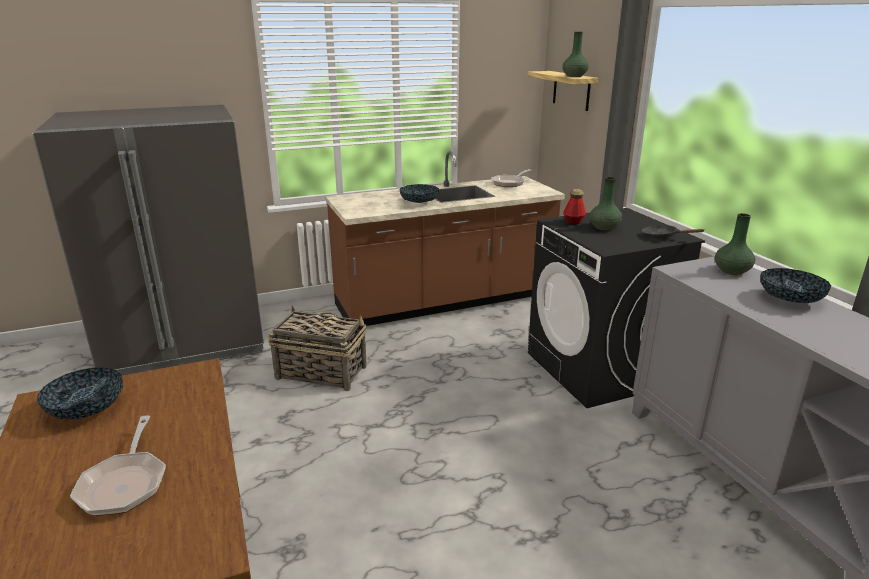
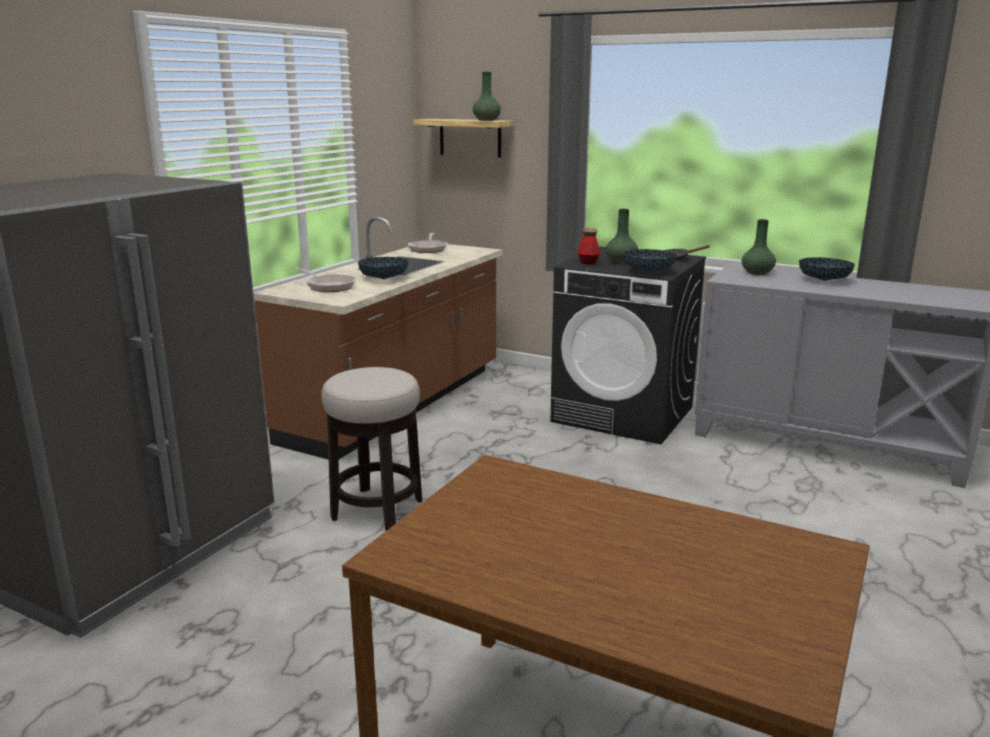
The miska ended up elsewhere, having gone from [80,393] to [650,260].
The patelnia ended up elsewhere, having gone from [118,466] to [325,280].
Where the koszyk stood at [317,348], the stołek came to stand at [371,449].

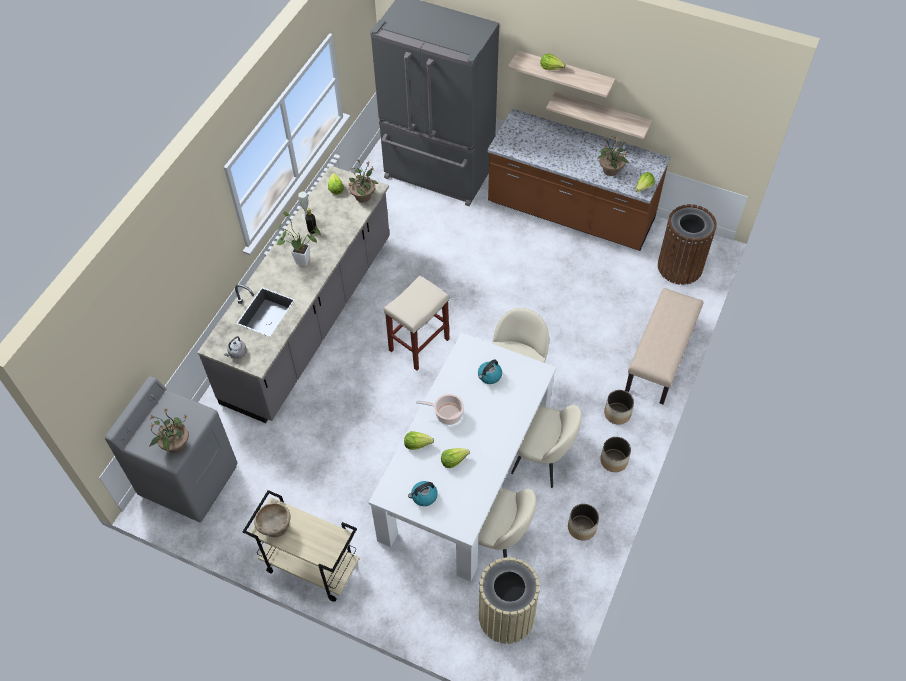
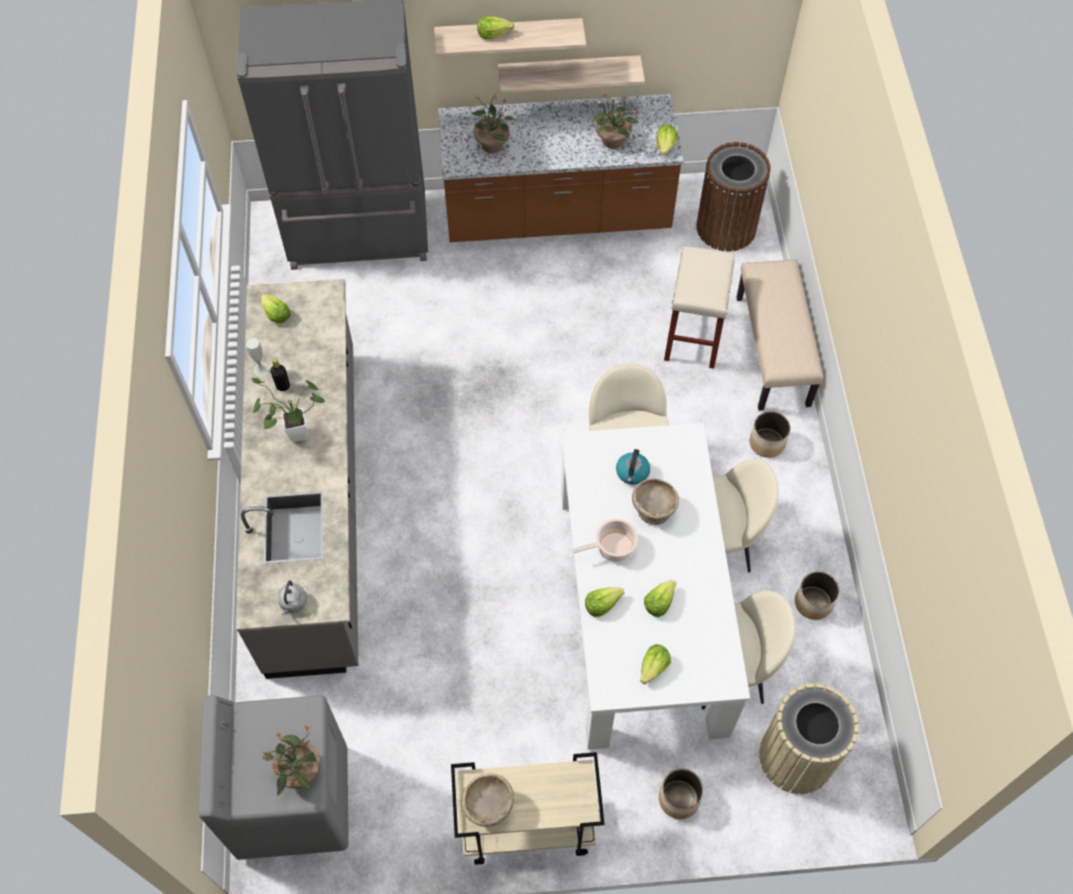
The second view gained the miska [beżowy] at [655,501].
The roślina doniczkowa ended up elsewhere, having gone from [363,180] to [492,123].
The stołek [beżowy] ended up elsewhere, having gone from [416,323] to [699,307].
The donica ended up elsewhere, having gone from [615,454] to [681,794].
Where the czajnik stood at [423,493], the sałata came to stand at [655,664].

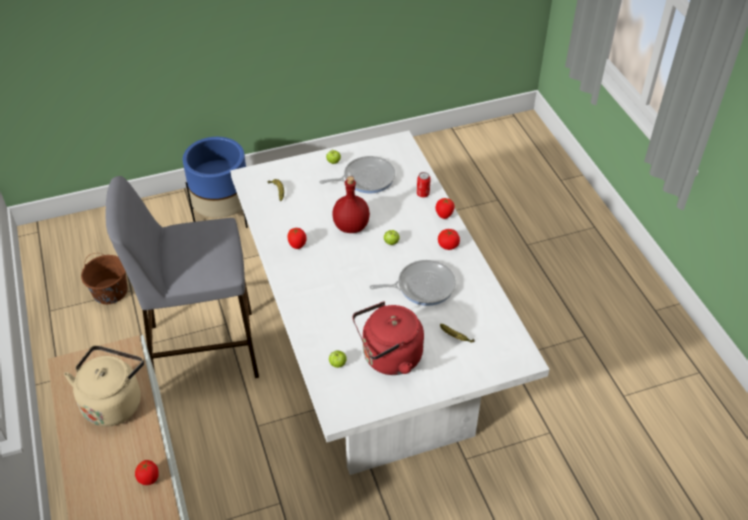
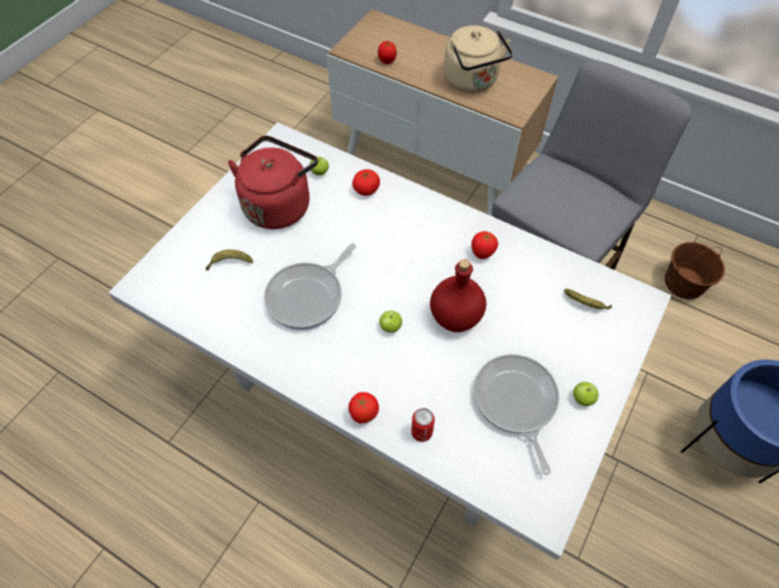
The pomidor ended up elsewhere, having gone from [449,239] to [366,182].
The patelnia at [357,174] ended up facing another way, 135 degrees clockwise from before.

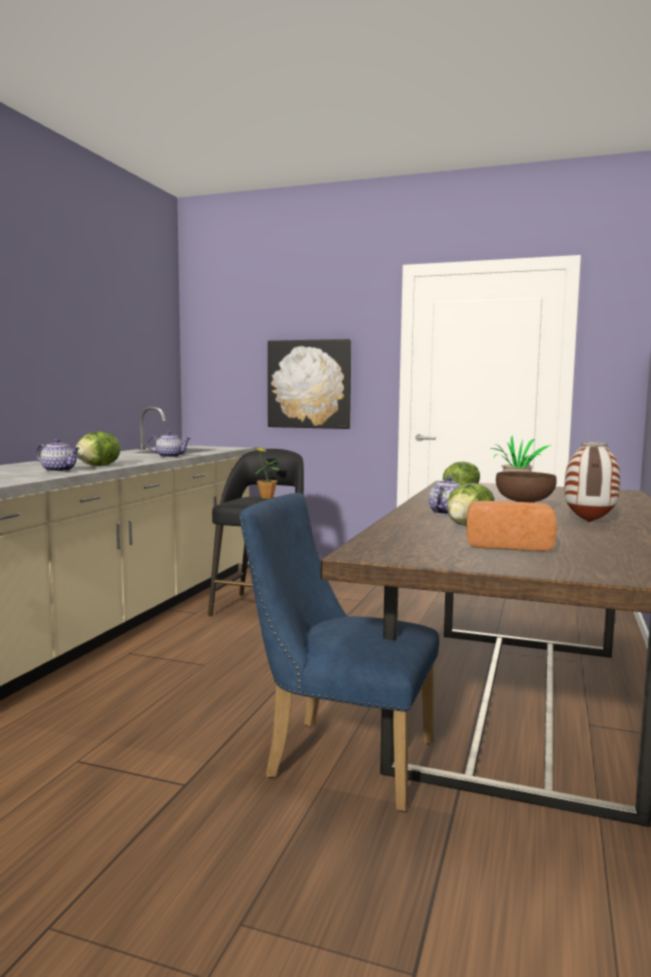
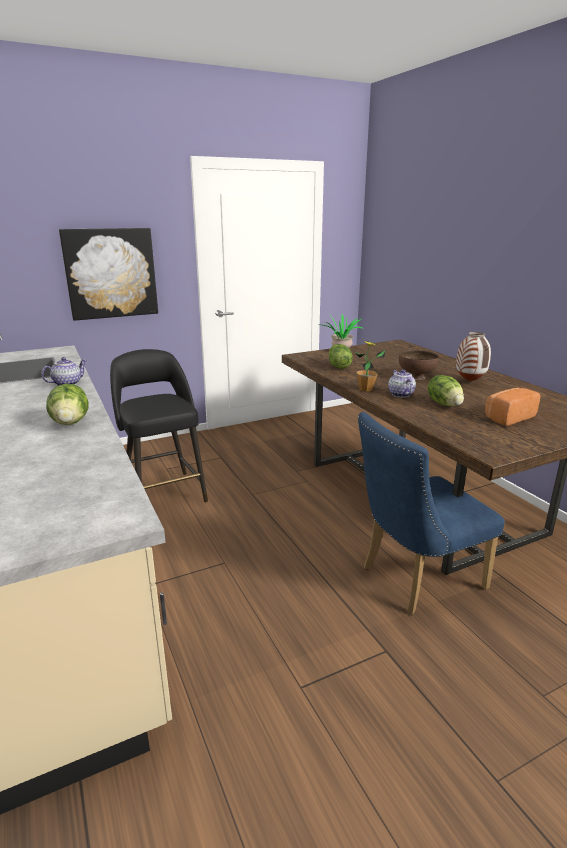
The second view lost the imbryk at [58,455].
The roślina doniczkowa ended up elsewhere, having gone from [267,473] to [370,366].

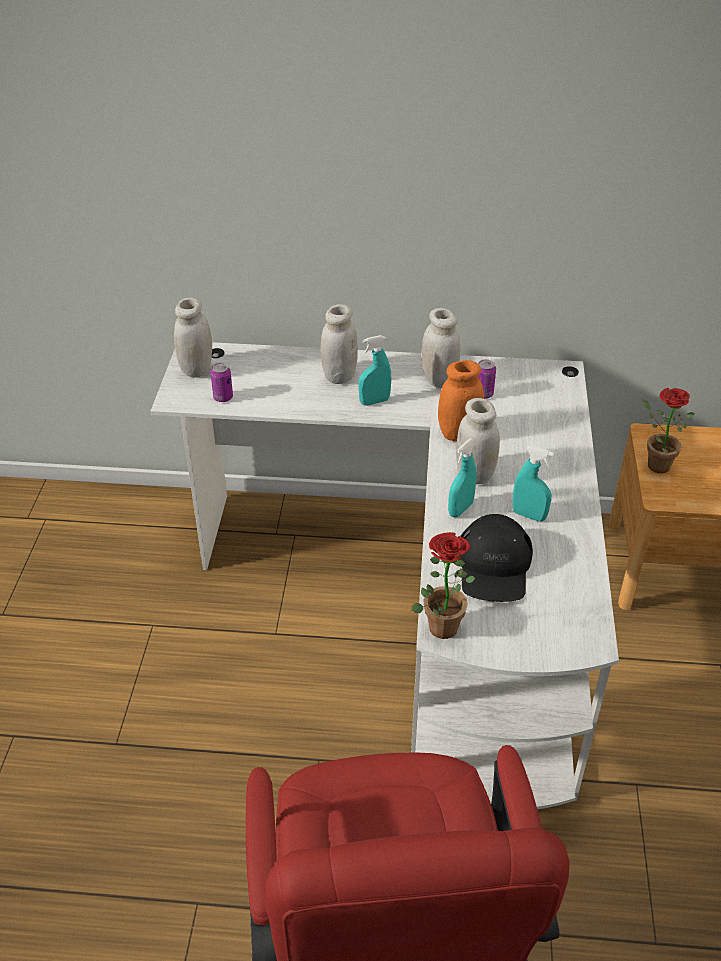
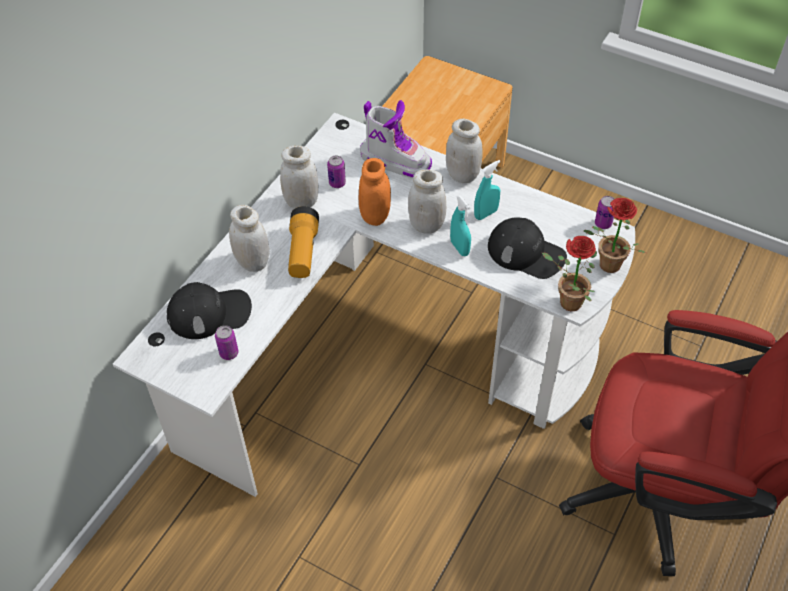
The second view gained the czapka z daszkiem [czarny] at [209,310].
The second view gained the but z cholewką at [396,139].
The second view gained the puszka at [604,212].
The słoik [biały] ended up elsewhere, having gone from [193,337] to [464,151].
The roślina doniczkowa ended up elsewhere, having gone from [668,430] to [615,235].
Where the spryskiwacz [turkusowy] stood at [374,370], the latarka came to stand at [303,242].

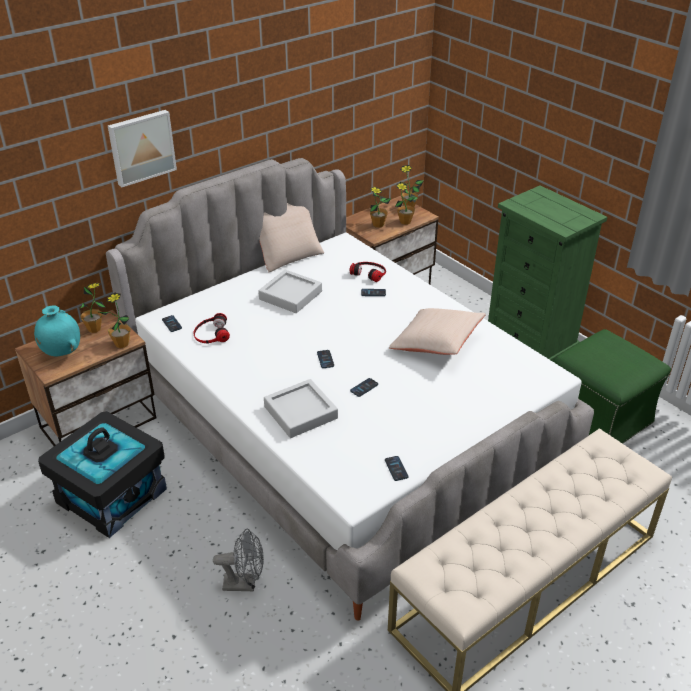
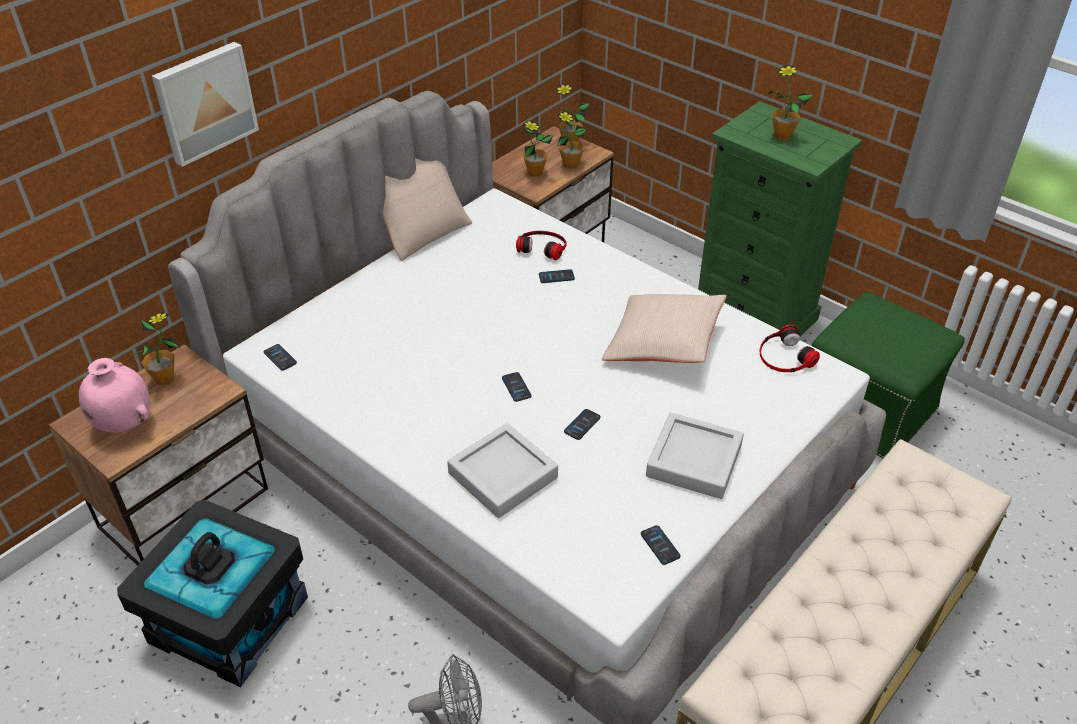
The roślina doniczkowa ended up elsewhere, having gone from [115,320] to [790,102].
The słuchawki ended up elsewhere, having gone from [212,328] to [790,348].
The taca [szary] ended up elsewhere, having gone from [290,291] to [695,455].
What was the wazon [turkusowy] at [57,331] turned into the wazon [różowy] at [114,395].

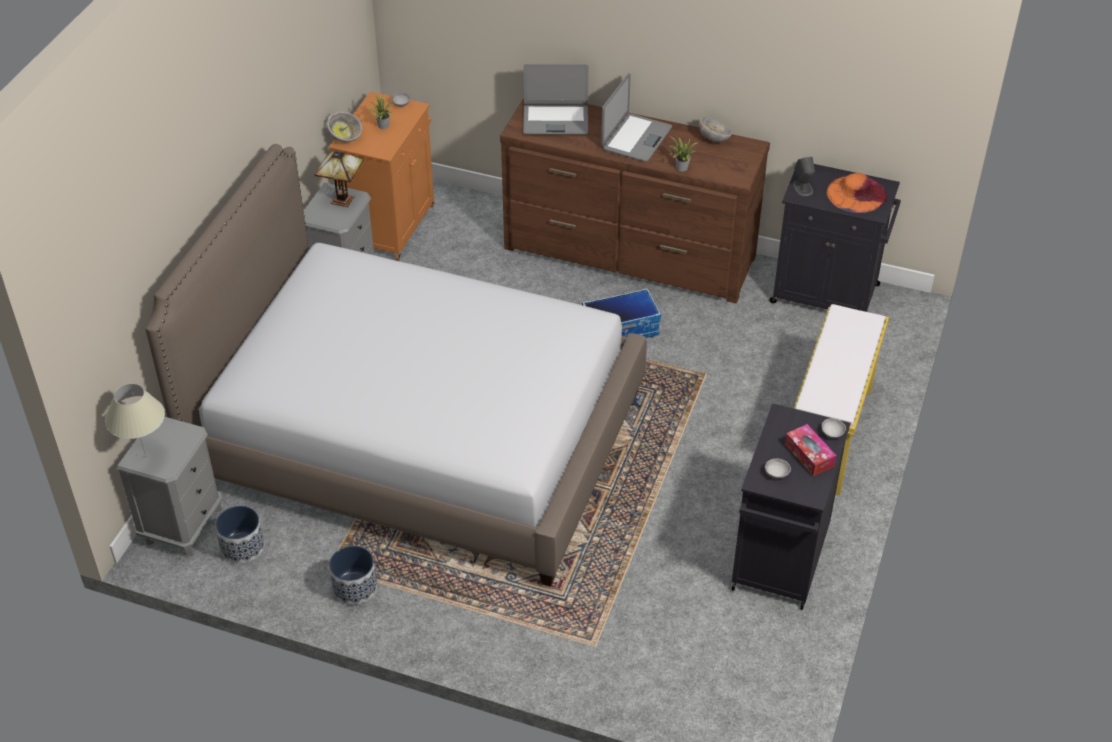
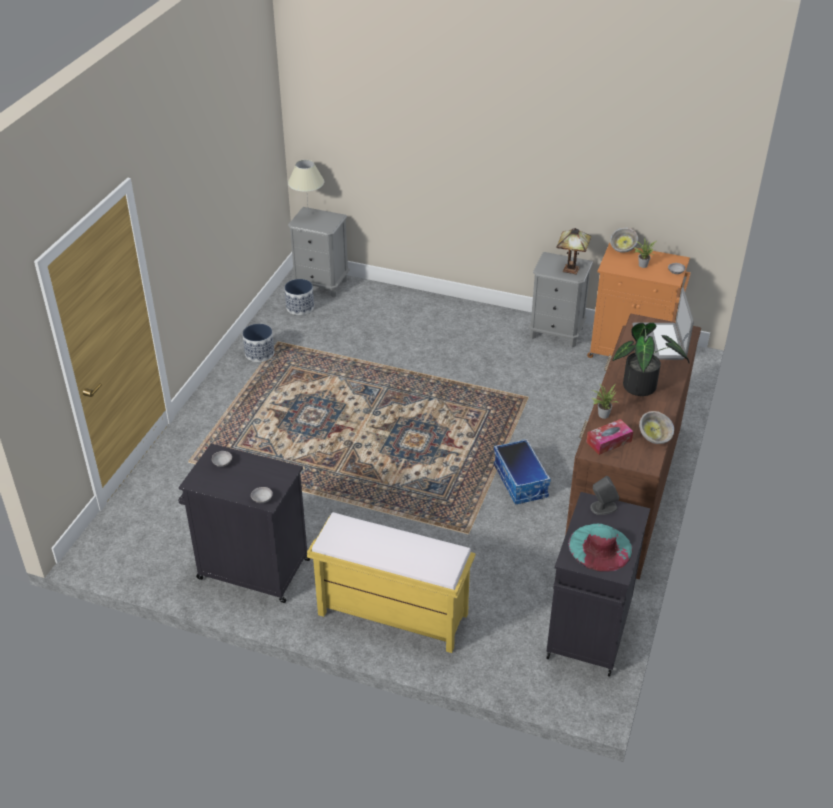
The second view lost the łóżko at [396,365].
The pudełko chusteczek ended up elsewhere, having gone from [810,450] to [609,437].
Where the laptop stood at [636,117], the roślina doniczkowa came to stand at [651,359].
What was the kapelusz [pomarańczowy] at [856,193] turned into the kapelusz [turkusowy] at [600,548].

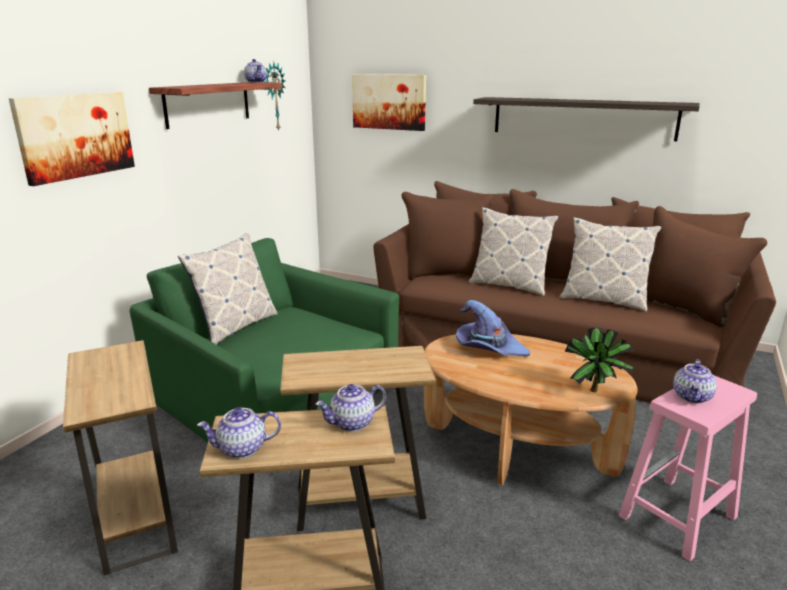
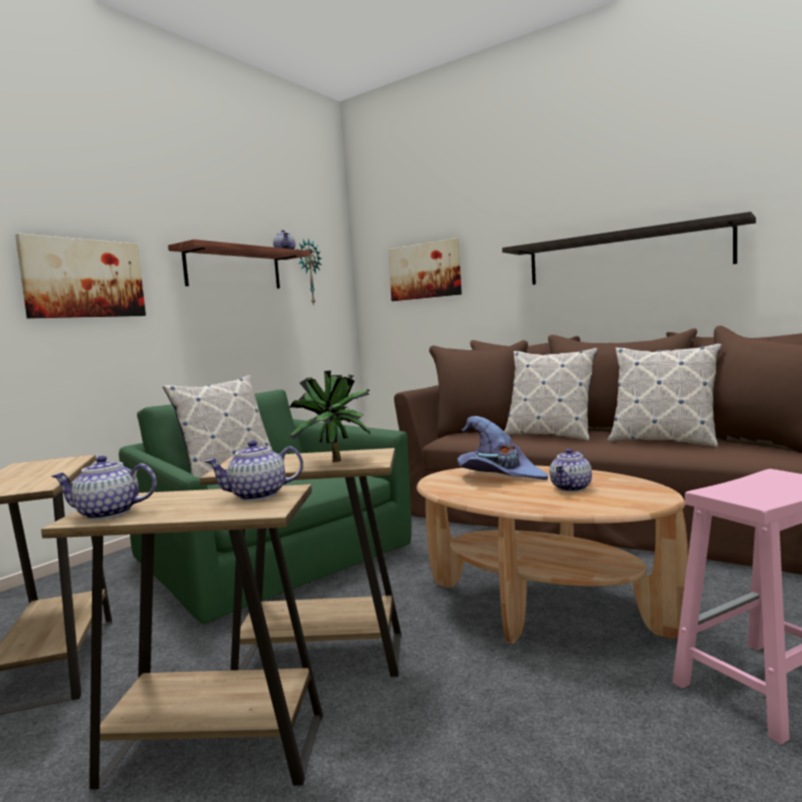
The roślina doniczkowa ended up elsewhere, having gone from [598,360] to [330,416].
The imbryk ended up elsewhere, having gone from [695,381] to [571,470].

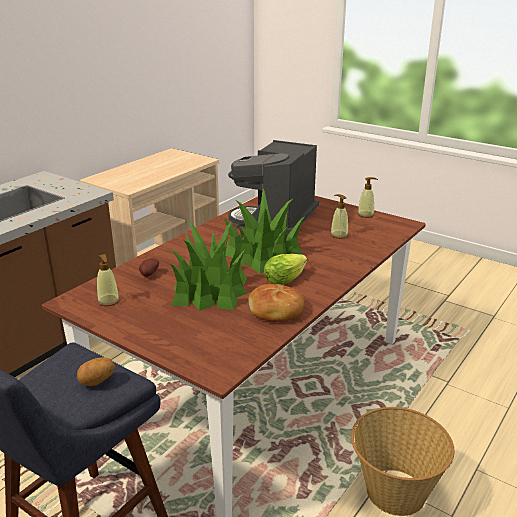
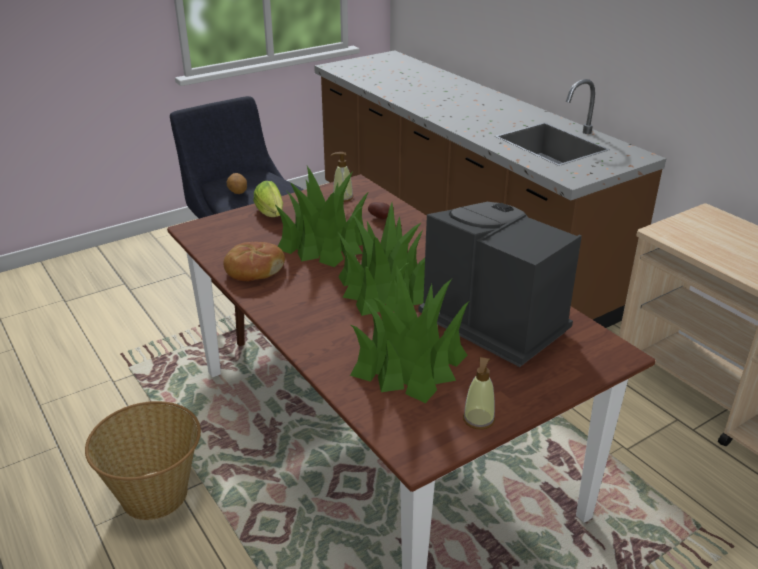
The sałata ended up elsewhere, having gone from [285,269] to [268,199].
Where the dozownik mydła stood at [339,216], the roślina doniczkowa came to stand at [409,334].

